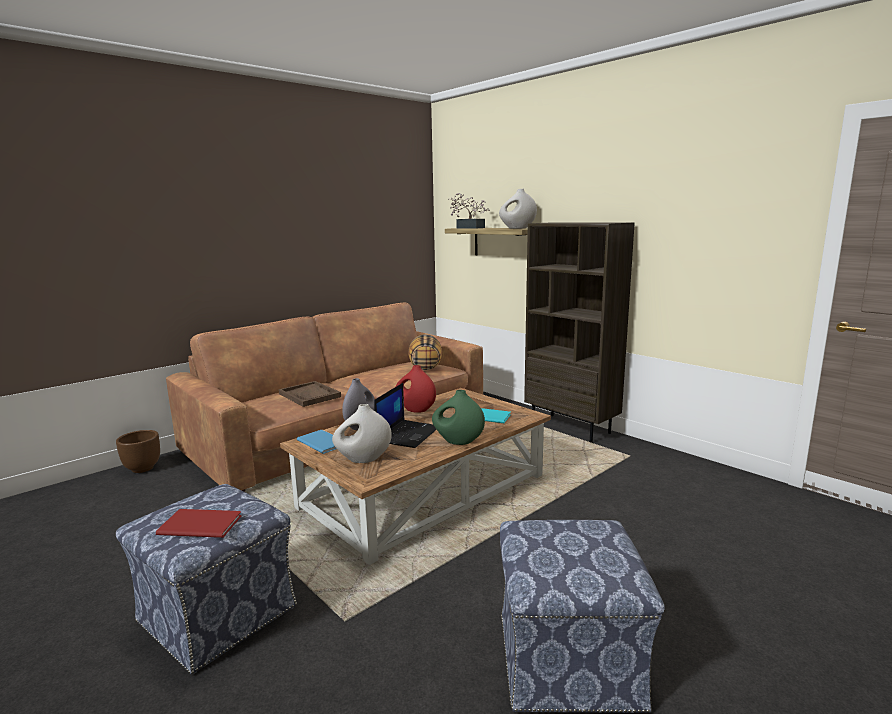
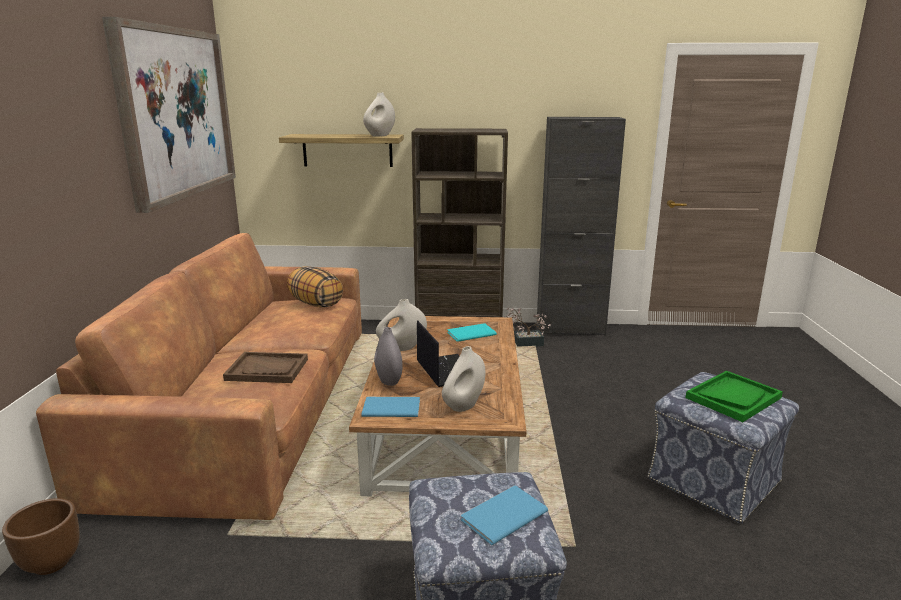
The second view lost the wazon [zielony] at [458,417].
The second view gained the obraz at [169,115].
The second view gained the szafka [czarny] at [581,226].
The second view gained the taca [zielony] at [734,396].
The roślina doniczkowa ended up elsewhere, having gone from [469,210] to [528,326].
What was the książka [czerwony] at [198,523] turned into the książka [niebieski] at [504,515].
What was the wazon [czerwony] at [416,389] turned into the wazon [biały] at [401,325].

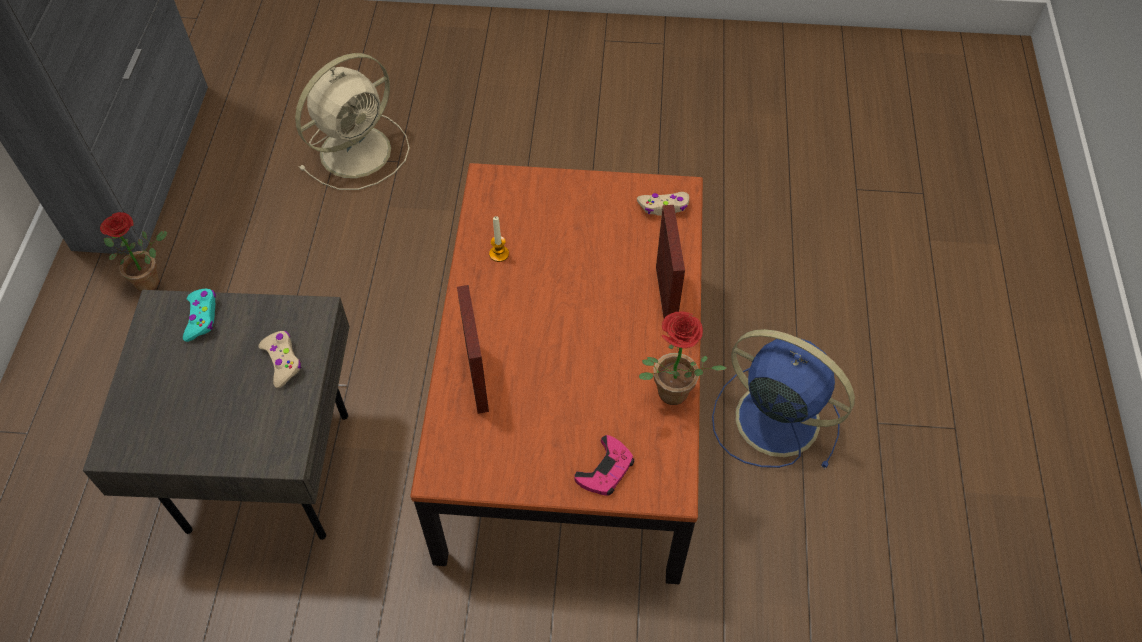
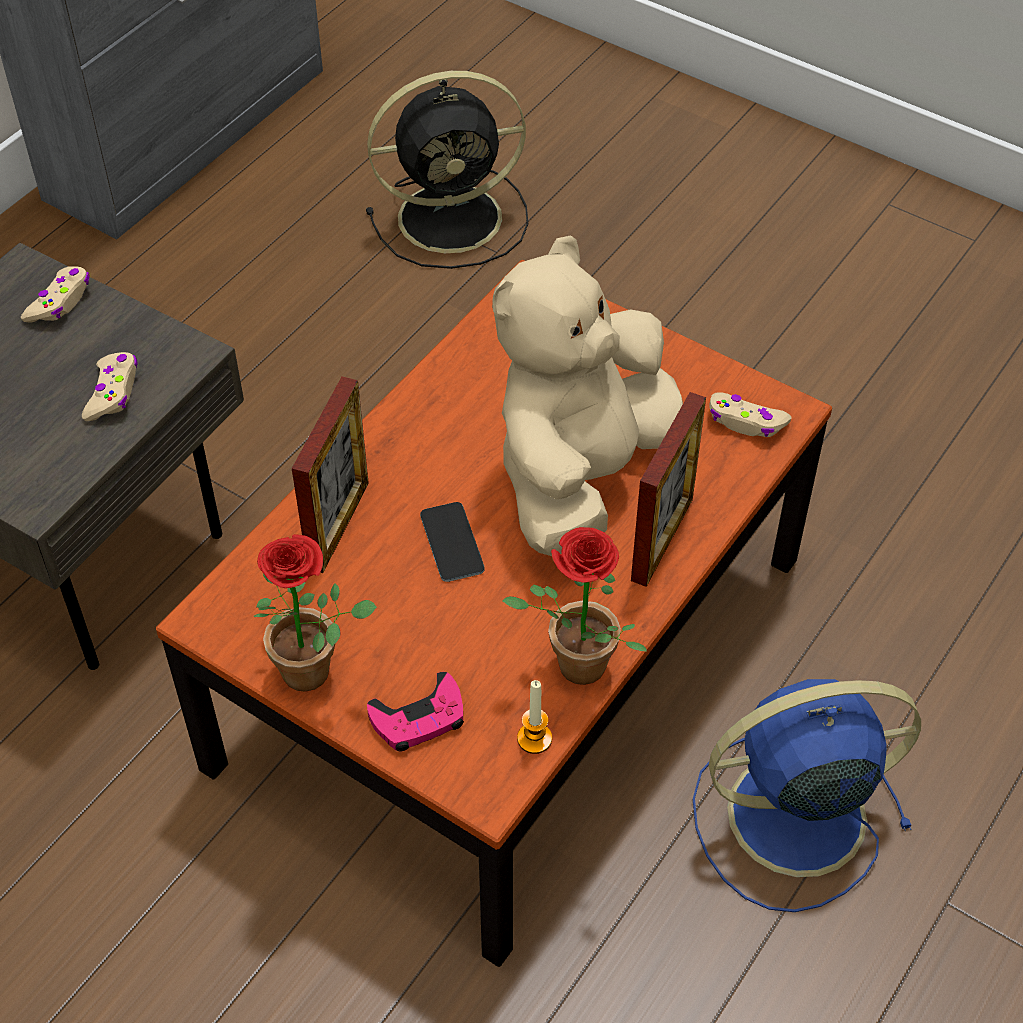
The second view gained the telefon at [452,542].
The second view gained the pluszak [beżowy] at [587,395].
The roślina doniczkowa ended up elsewhere, having gone from [133,252] to [315,613].
The świeca ended up elsewhere, having gone from [499,239] to [534,717].
What was the pad do gier [turkusowy] at [199,315] turned into the pad do gier [beżowy] at [55,294].
What was the wentylator [beżowy] at [352,121] turned into the wentylator [czarny] at [447,170].
The wentylator [niebieski] at [783,399] ended up facing another way, 75 degrees counterclockwise from before.

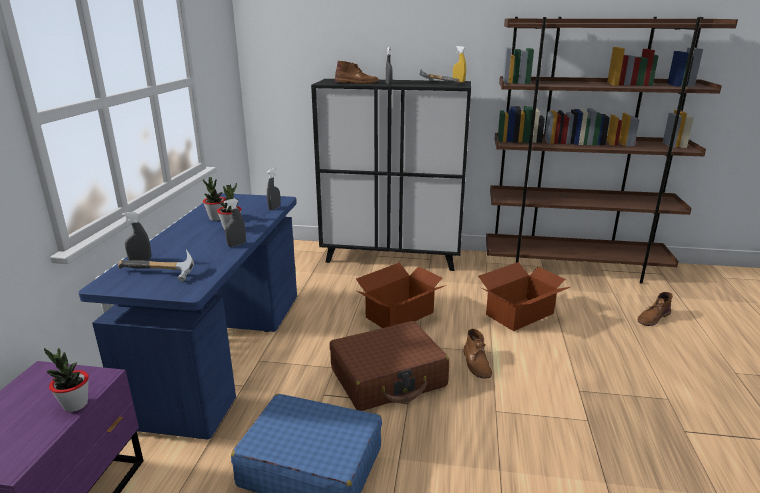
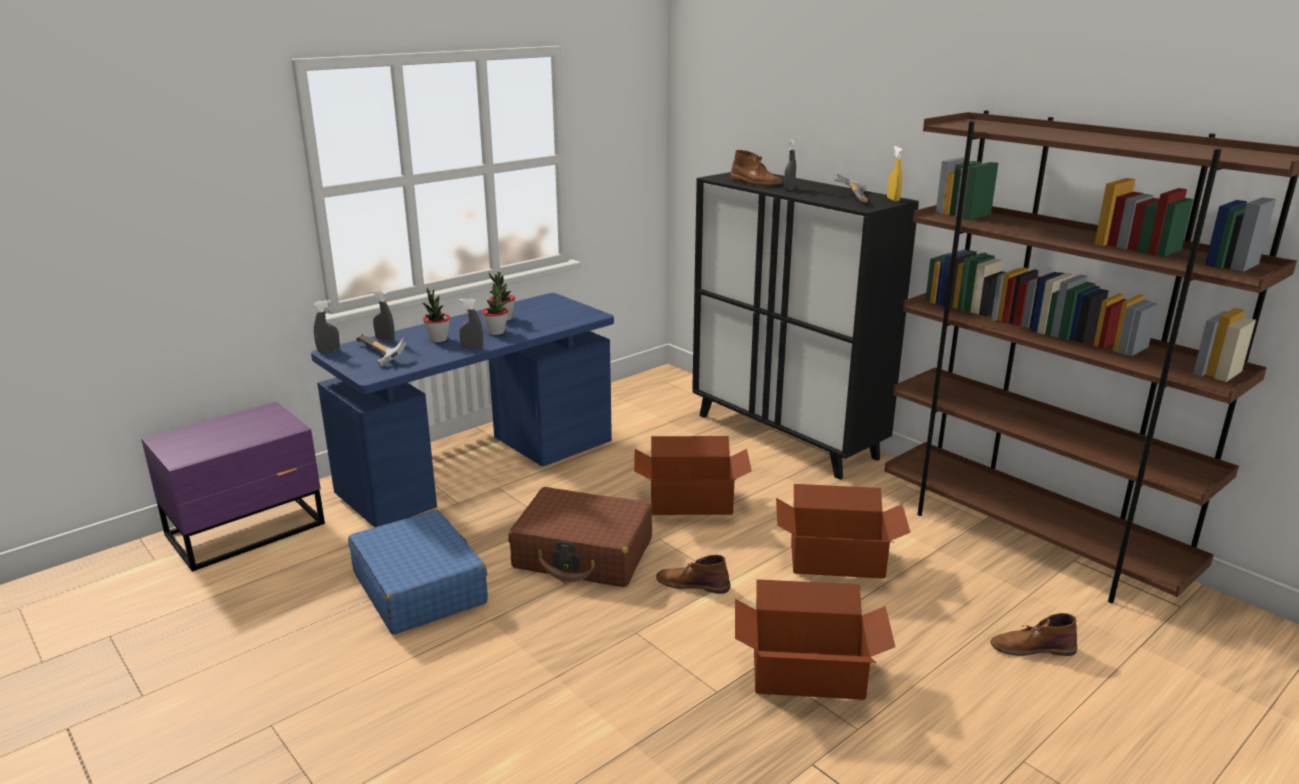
The second view gained the karton at [815,639].
The roślina doniczkowa ended up elsewhere, having gone from [66,380] to [436,315].
The spryskiwacz [szary] ended up elsewhere, having gone from [274,189] to [327,326].
The but z cholewką [brązowy] at [478,354] ended up facing another way, 75 degrees clockwise from before.

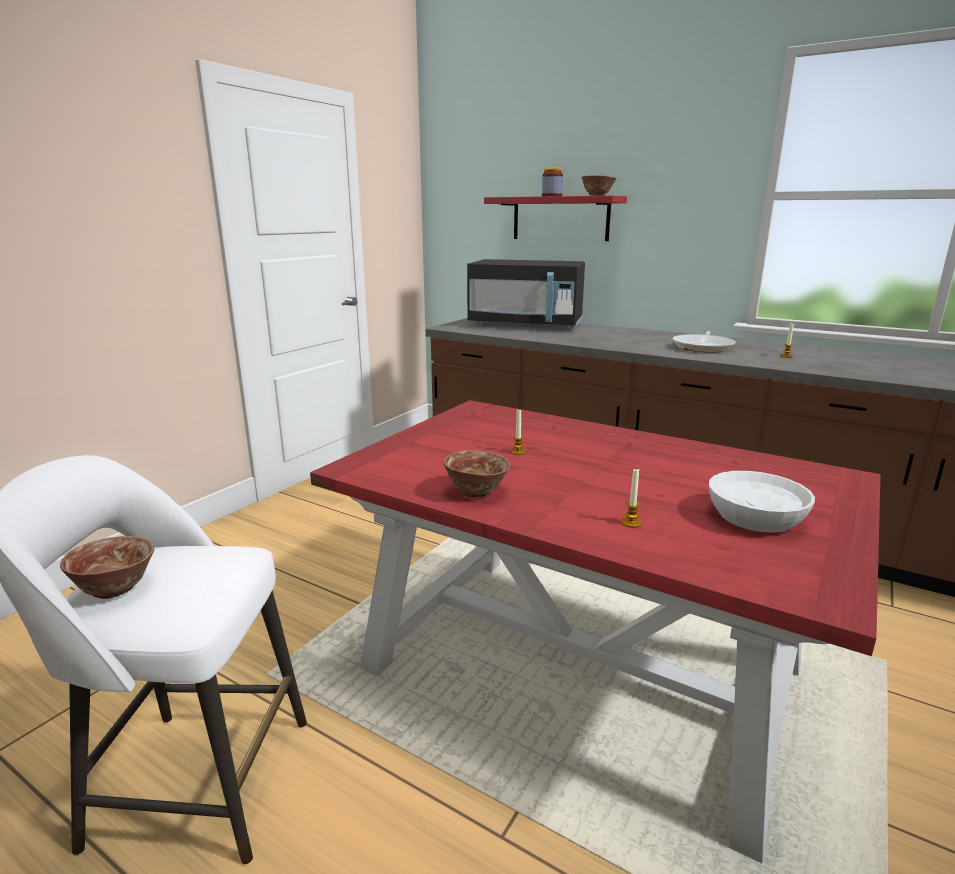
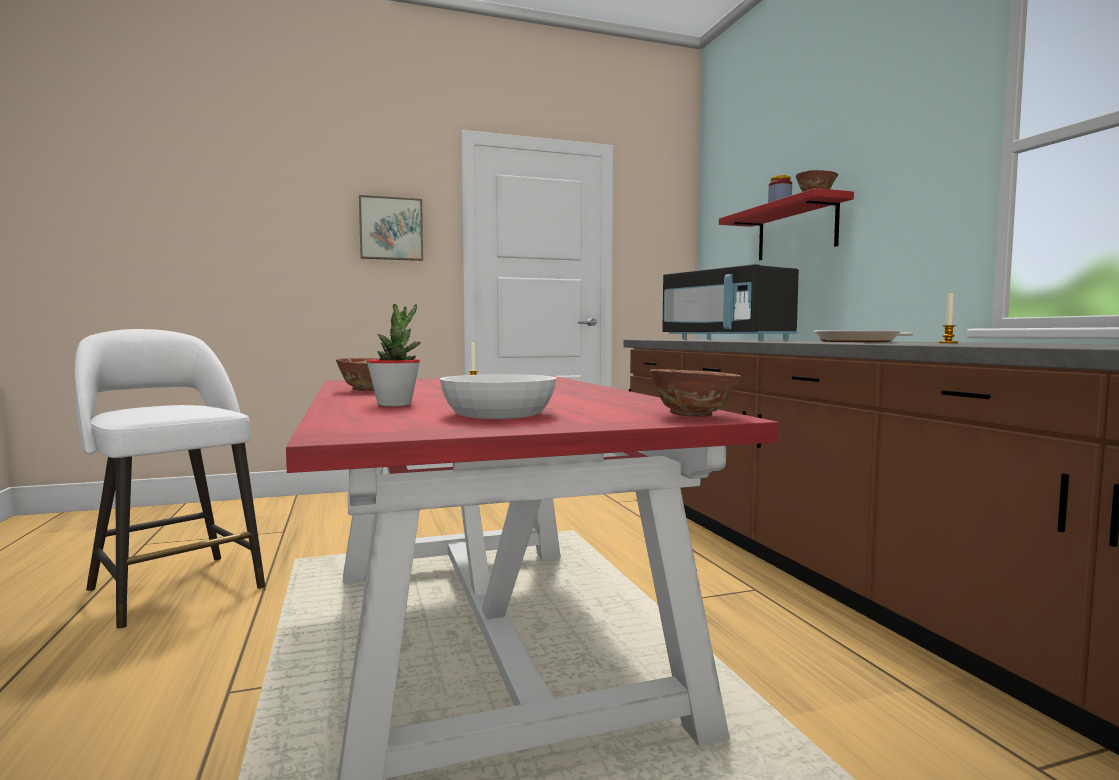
The second view gained the obraz at [391,228].
The miska ended up elsewhere, having gone from [107,567] to [695,393].
Where the świeca stood at [631,498], the roślina doniczkowa came to stand at [394,355].

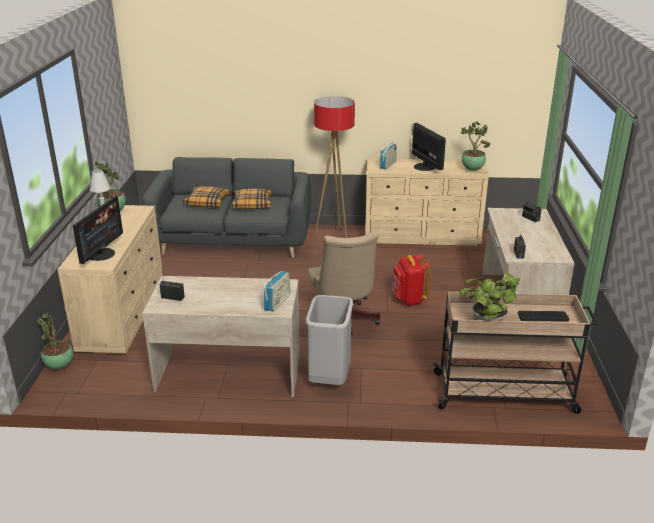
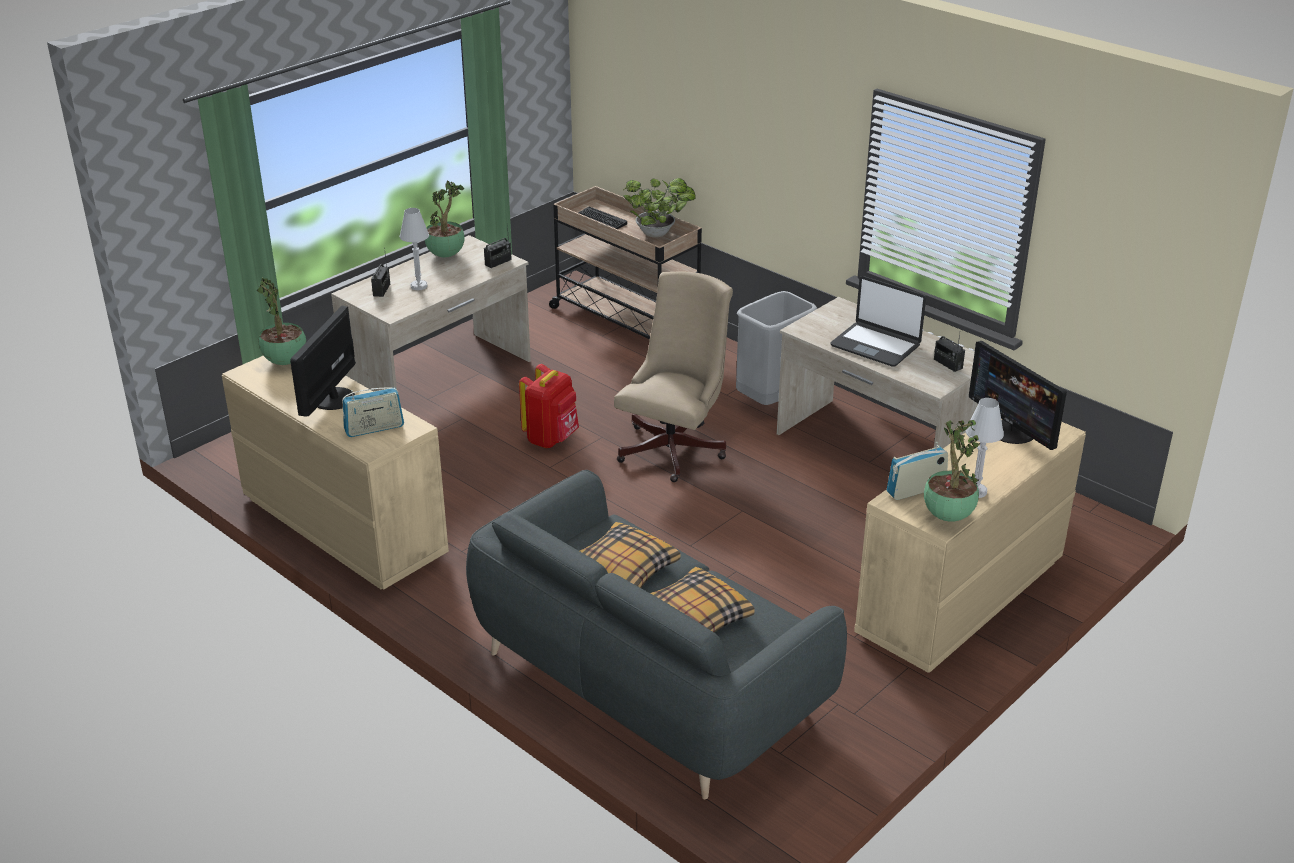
The second view lost the lampa stojąca at [334,167].
The second view gained the lampa stołowa [biały] at [414,249].
The second view gained the laptop at [878,321].
The roślina doniczkowa ended up elsewhere, having gone from [54,340] to [445,219].
The radio ended up elsewhere, having gone from [277,291] to [917,471].
The monitor at [98,230] ended up facing another way, 90 degrees counterclockwise from before.

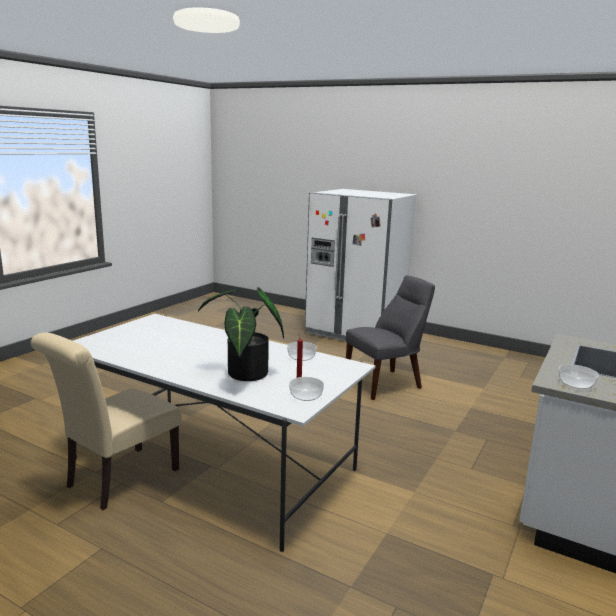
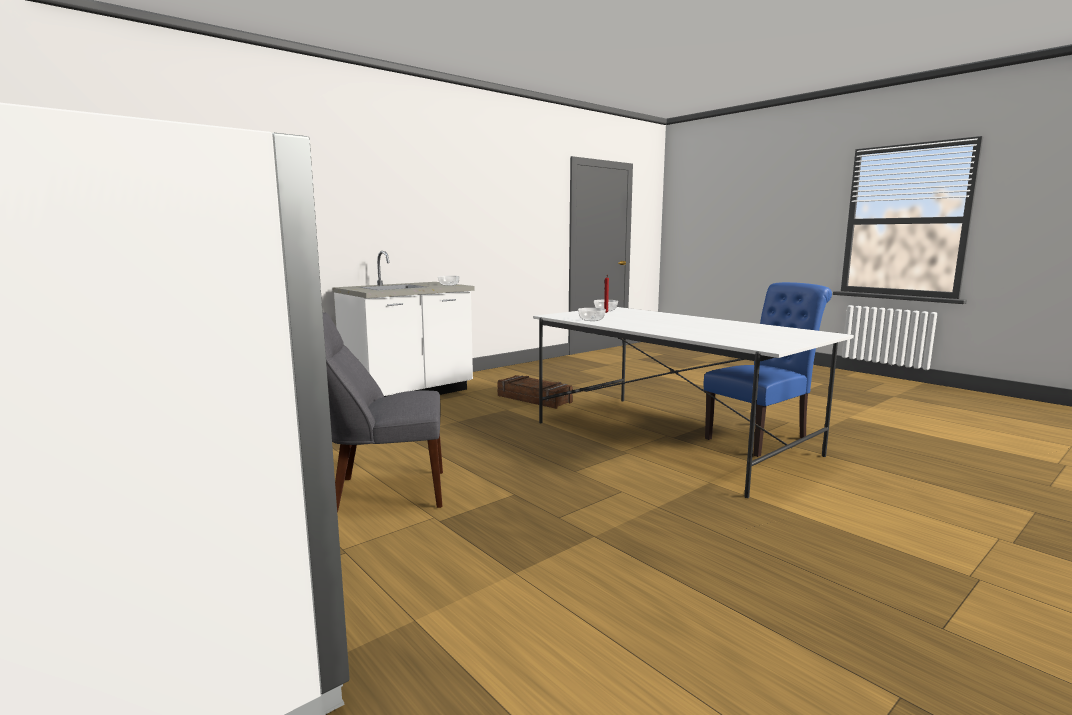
The second view lost the roślina doniczkowa at [241,334].
The second view gained the skrzynka at [535,392].
What was the krzesło [beżowy] at [106,421] turned into the krzesło [niebieski] at [768,369].

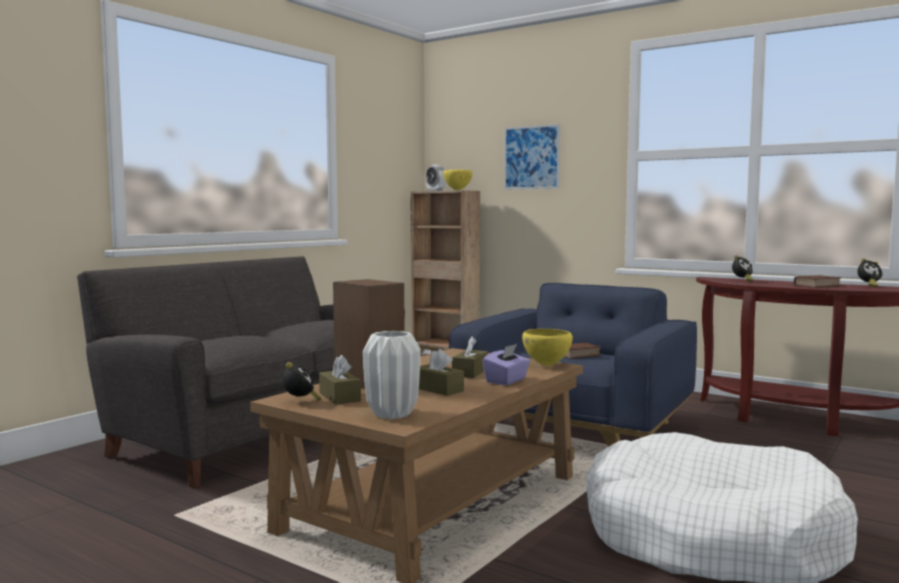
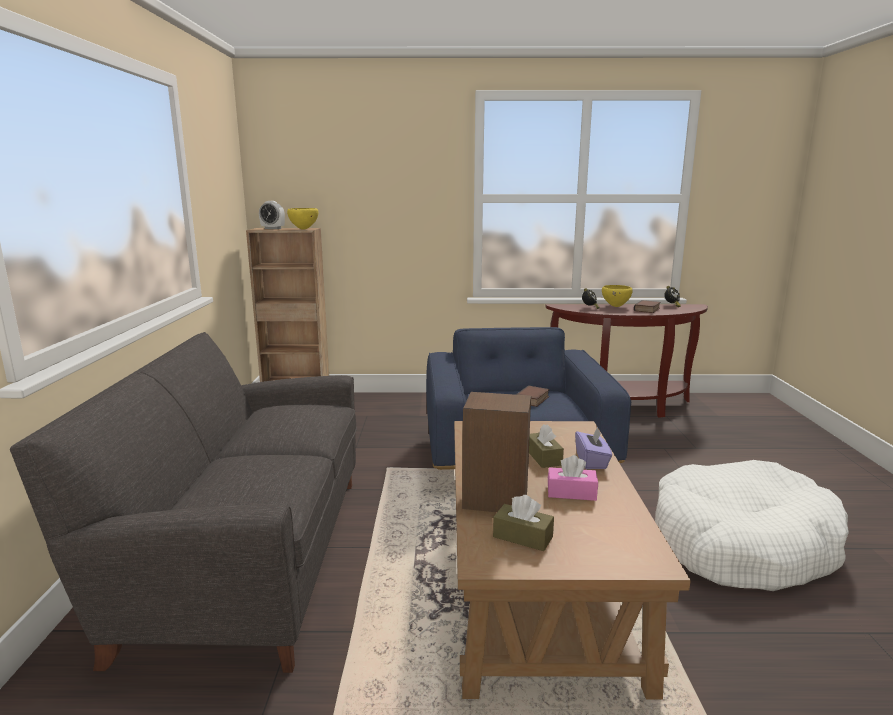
The second view lost the budzik at [301,381].
The second view lost the wazon [biały] at [392,375].
The second view lost the obraz at [532,157].
The miska [żółty] ended up elsewhere, having gone from [547,347] to [617,296].
What was the pudełko chusteczek [brązowy] at [441,372] turned into the pudełko chusteczek [różowy] at [573,478].

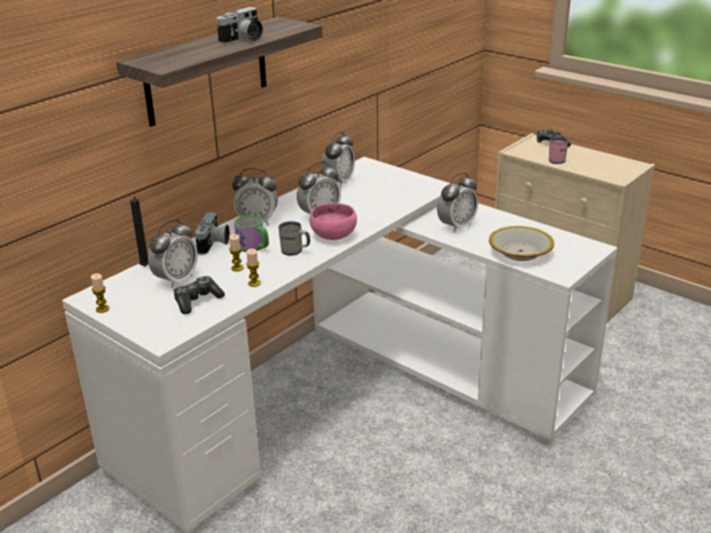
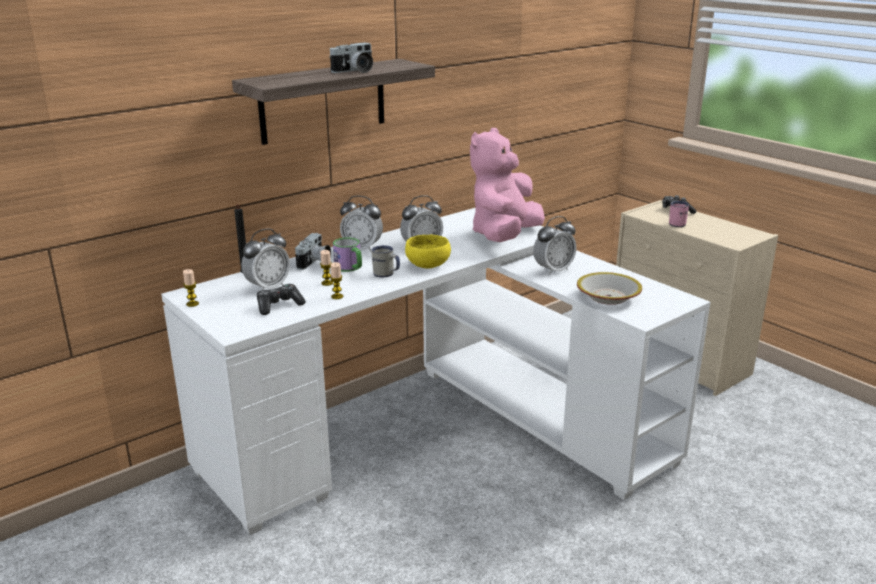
The second view lost the budzik at [338,159].
The second view gained the pluszak [różowy] at [507,185].
What was the miska [różowy] at [333,221] turned into the miska [żółty] at [428,252].

